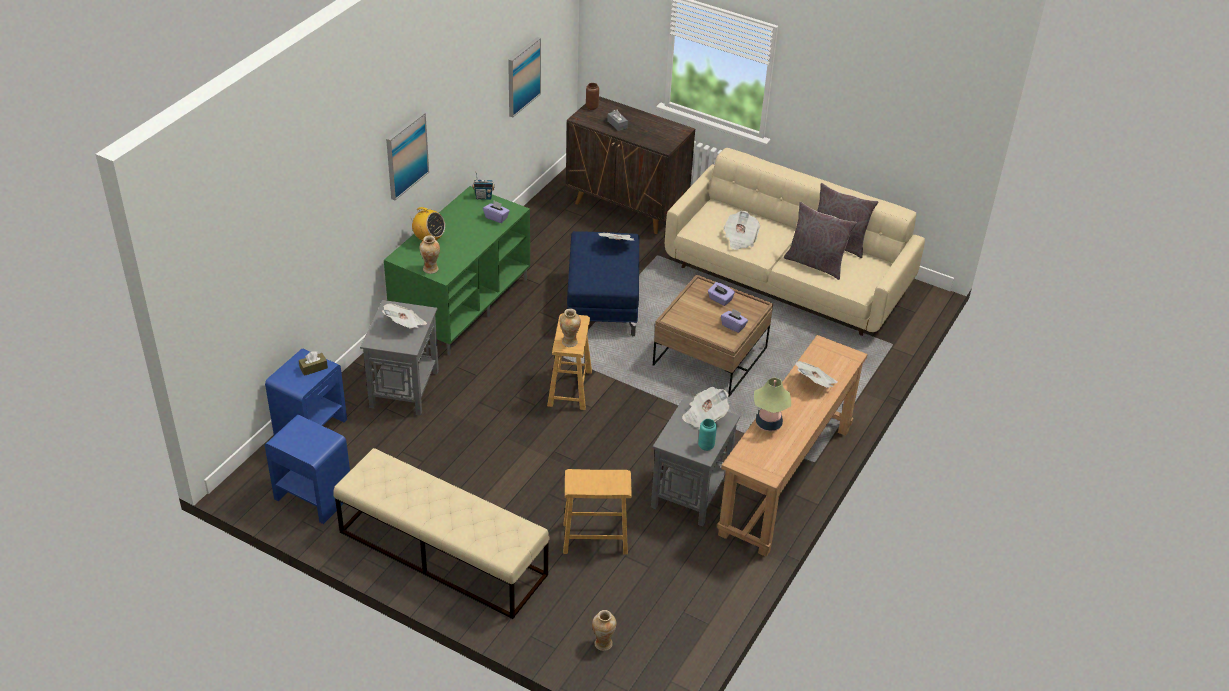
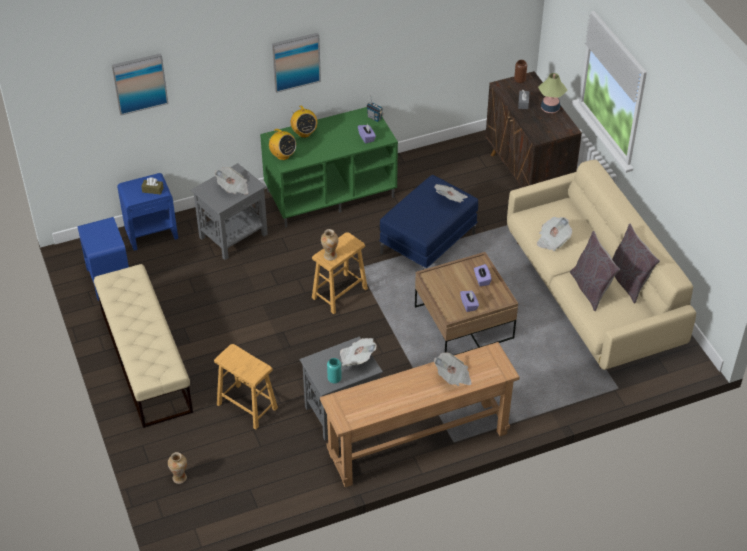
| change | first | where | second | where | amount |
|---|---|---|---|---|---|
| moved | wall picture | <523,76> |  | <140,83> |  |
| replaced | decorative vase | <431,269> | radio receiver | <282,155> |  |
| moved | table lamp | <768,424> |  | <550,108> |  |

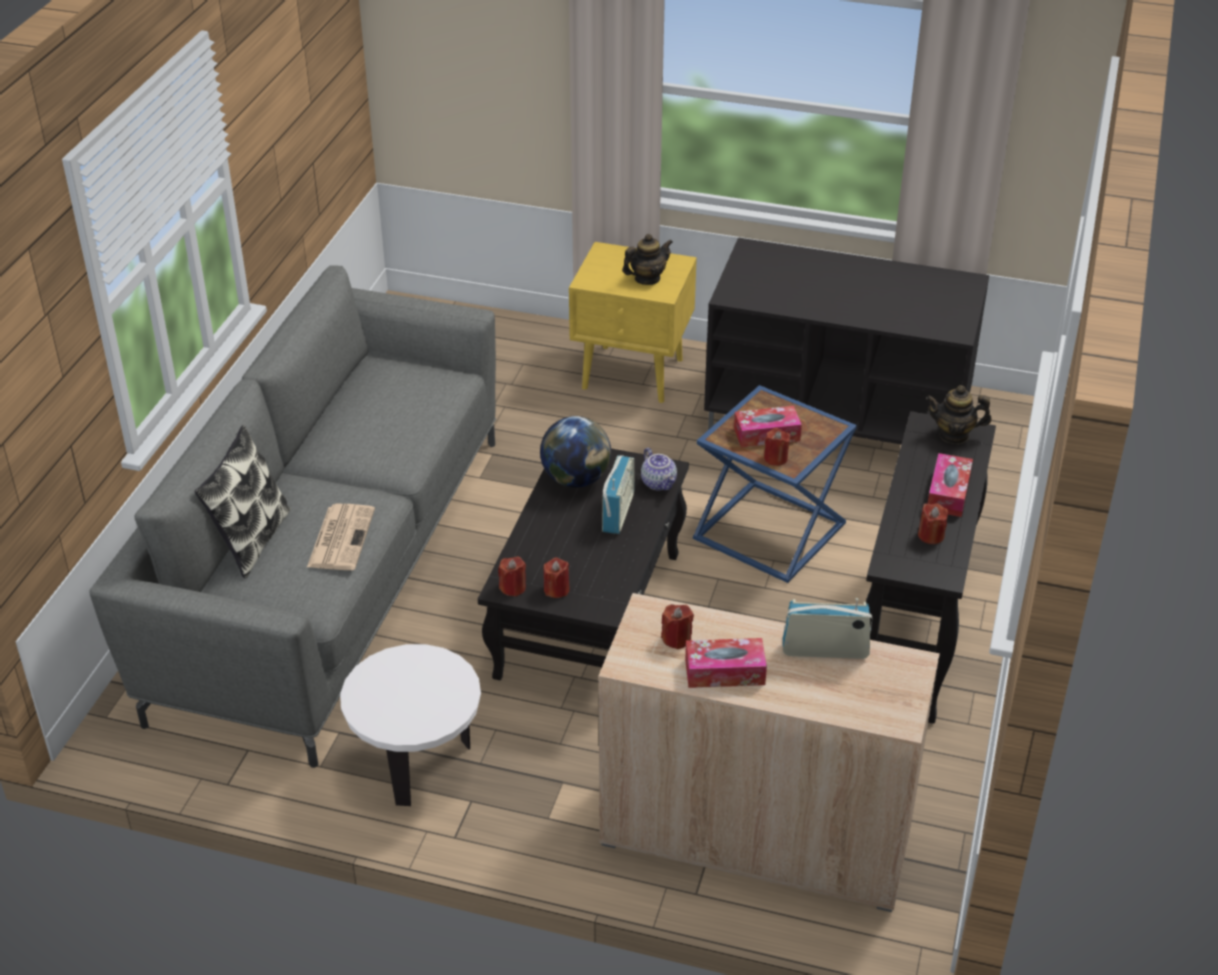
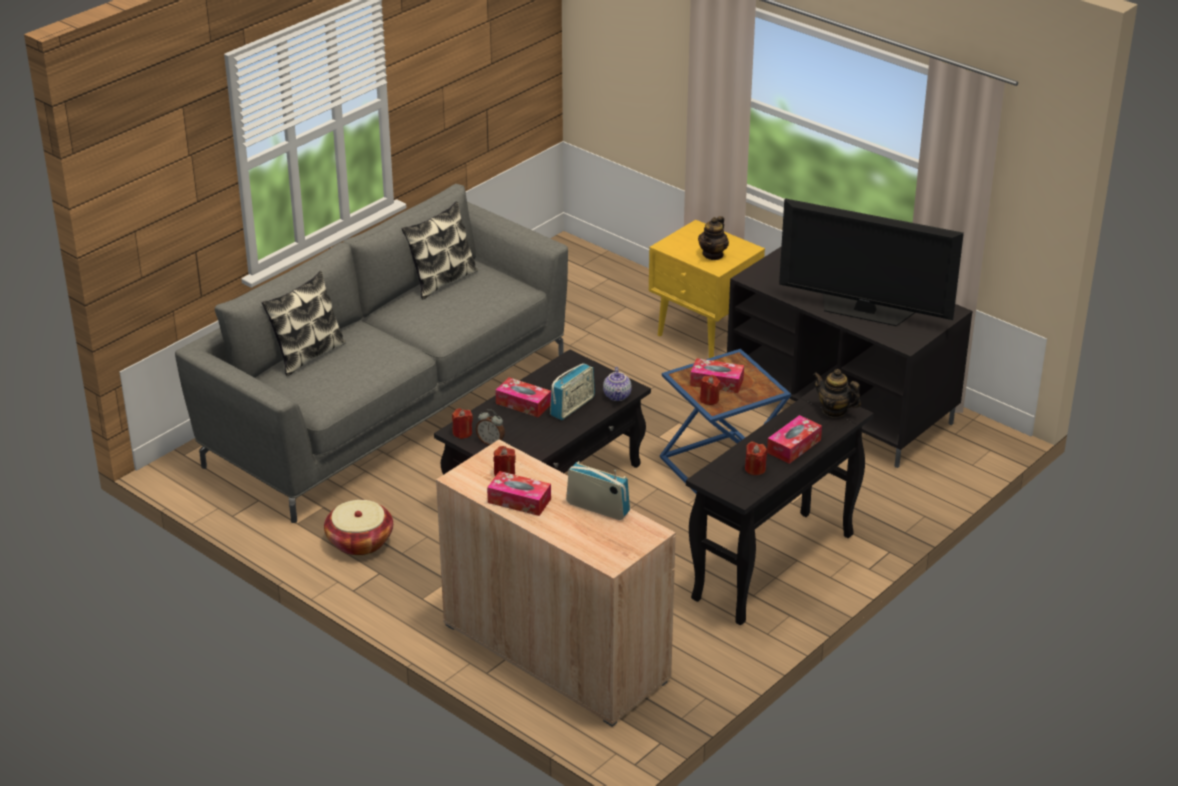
| change | first | where | second | where | amount |
|---|---|---|---|---|---|
| replaced | white accent table | <417,765> | household basket | <360,542> |  |
| added |  |  | pillow | <441,281> |  |
| replaced | red-coloured wax candle | <556,589> | alarm clock | <491,442> |  |
| added |  |  | tissue box | <523,404> |  |
| turned | teapot | <647,279> |  | <713,254> | 120 degrees clockwise |
| added |  |  | TV set | <864,311> |  |
| removed | newspaper | <341,537> |  |  |  |
| removed | desk globe | <576,479> |  |  |  |

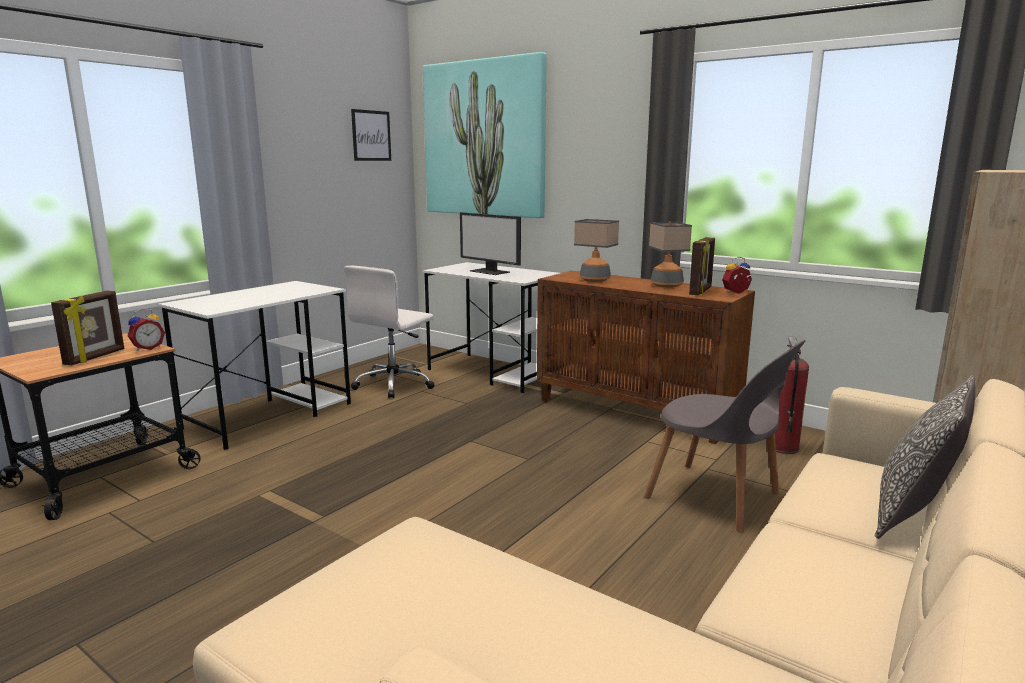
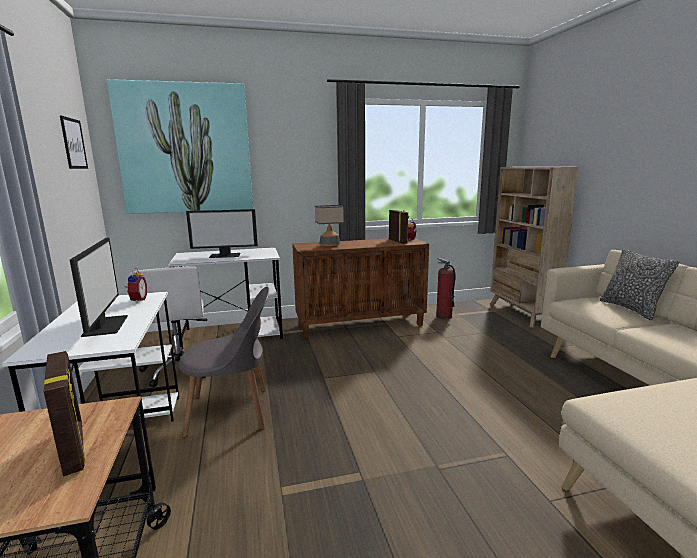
| change | first | where | second | where | amount |
|---|---|---|---|---|---|
| added |  |  | monitor | <104,325> |  |
| moved | alarm clock | <147,348> |  | <137,300> |  |
| moved | grey plain chair | <718,498> |  | <232,411> |  |
| removed | table lamp | <666,285> |  |  |  |

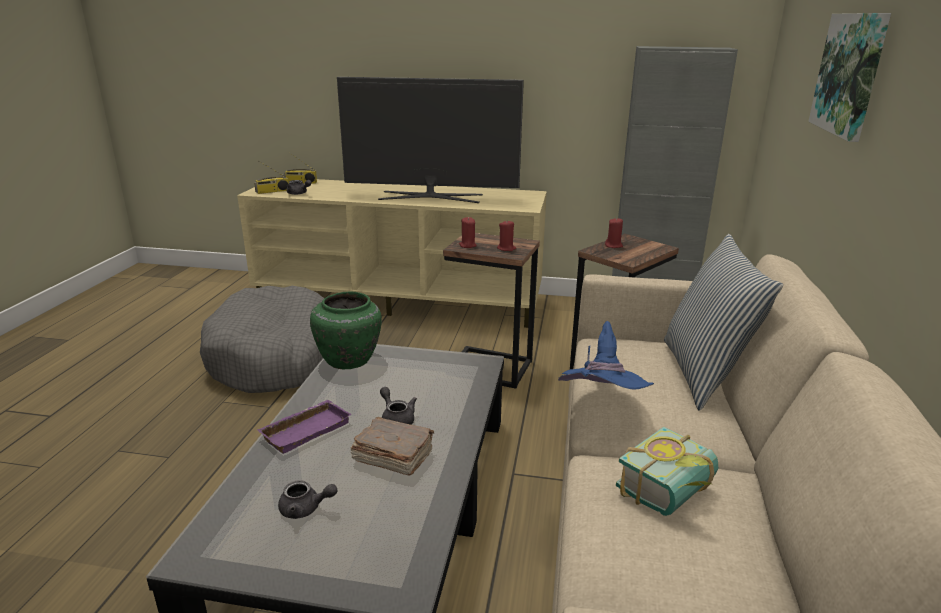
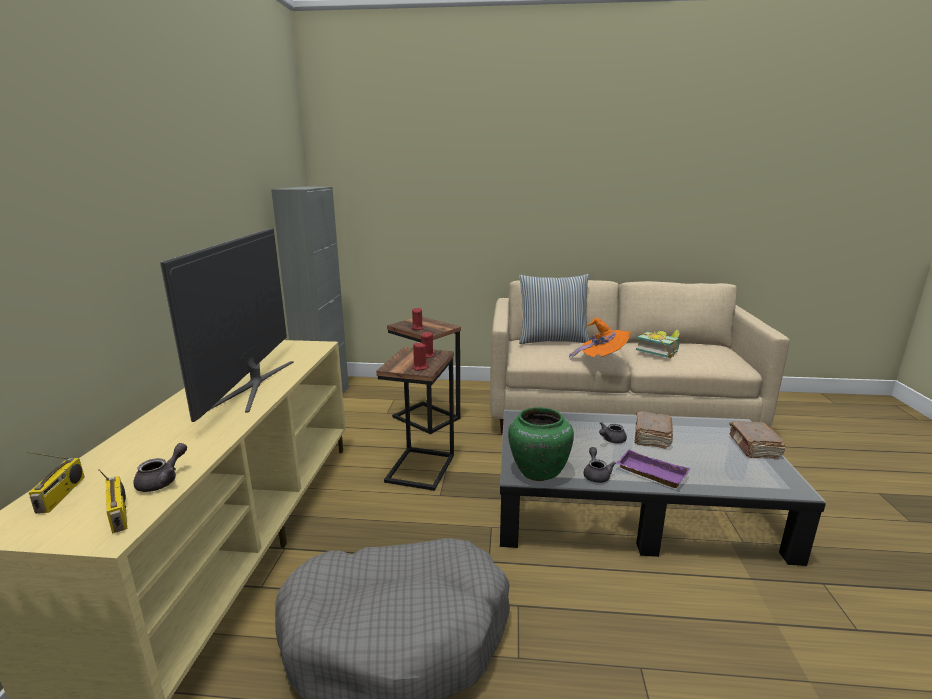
| change | first | where | second | where | amount |
|---|---|---|---|---|---|
| recoloured | blue-coloured wearable hat | <600,406> | orange-coloured wearable hat | <602,359> |  |
| moved | grey teapot | <305,509> |  | <596,474> |  |
| added |  |  | brown volume | <754,447> |  |
| removed | wall picture | <850,74> |  |  |  |

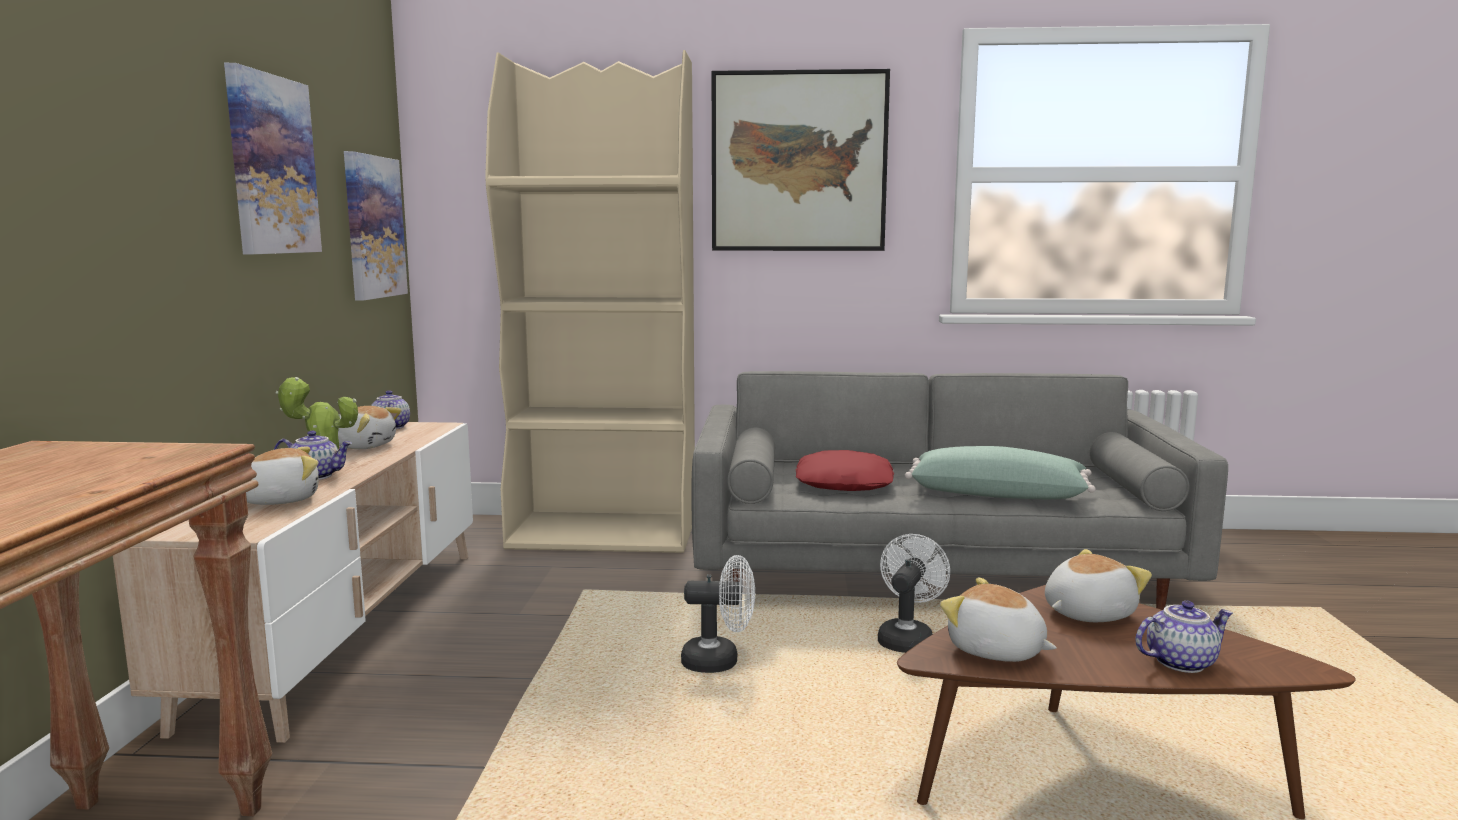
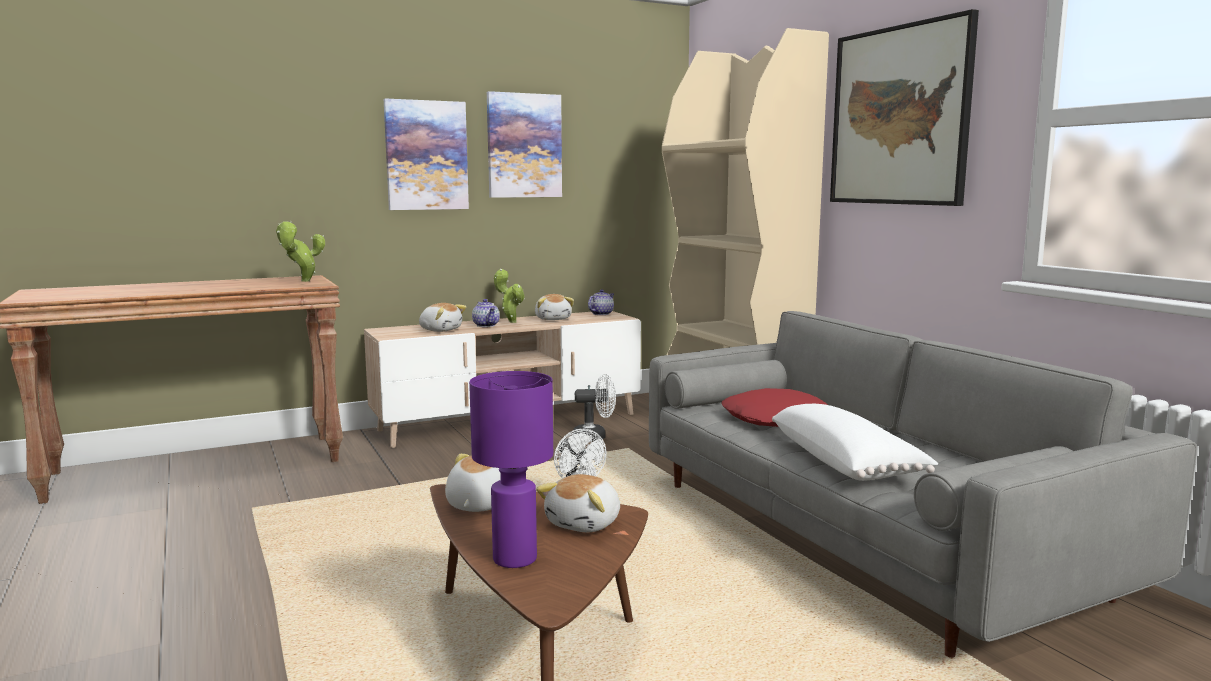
| change | first | where | second | where | amount |
|---|---|---|---|---|---|
| added |  |  | houseplant | <303,281> |  |
| moved | wall picture | <373,227> |  | <426,155> |  |
| replaced | teapot | <1180,662> | purple table lamp | <515,558> |  |
| turned | plush toy | <1086,613> |  | <585,523> | 90 degrees clockwise |
| moved | white fan | <907,639> |  | <595,437> |  |
| recoloured | green-coloured pillow | <997,494> | white pillow | <846,463> |  |

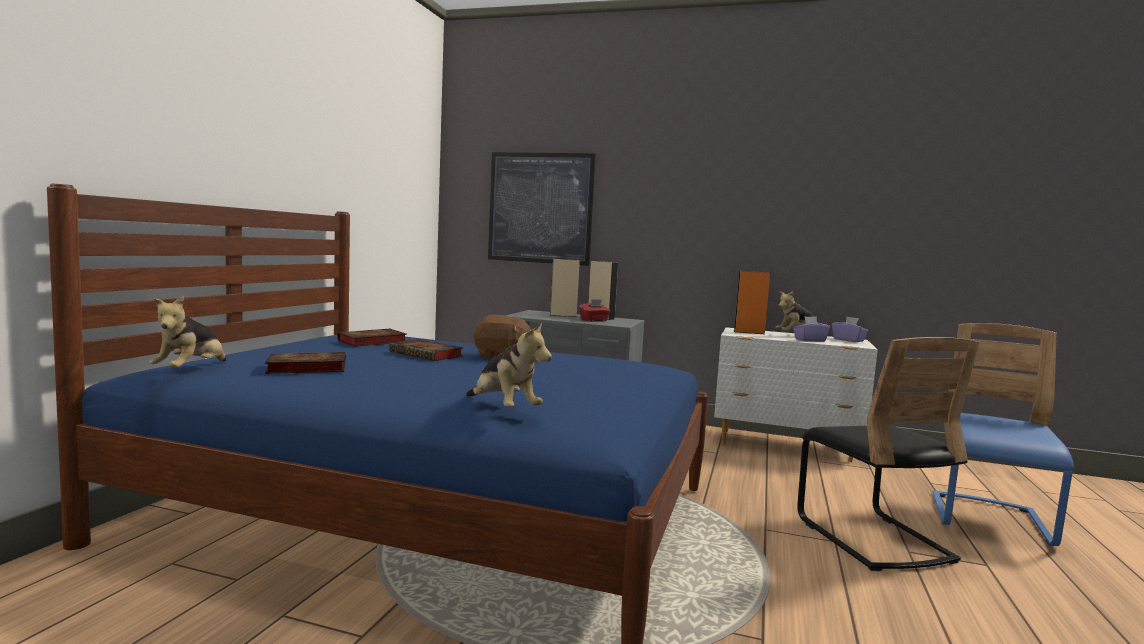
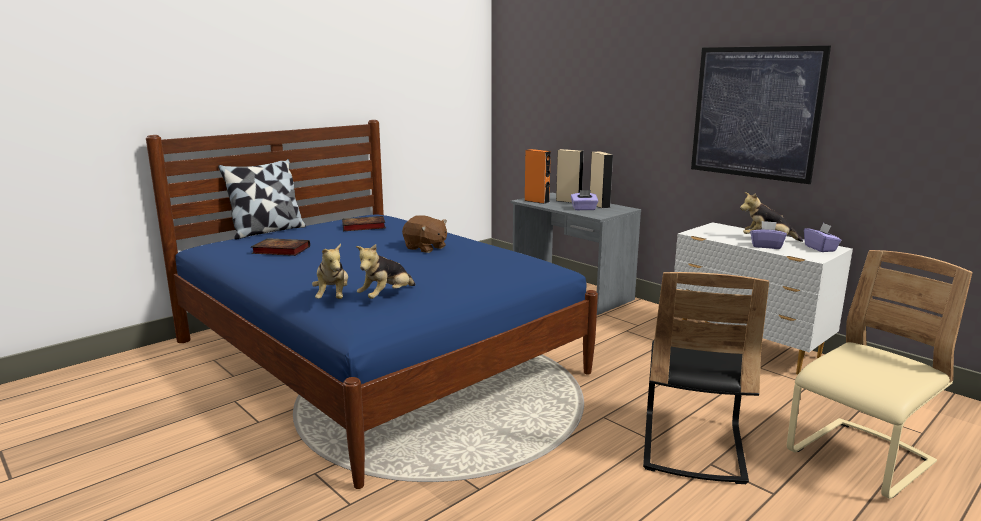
| change | first | where | second | where | amount |
|---|---|---|---|---|---|
| added |  |  | pillow | <267,231> |  |
| moved | plush toy | <191,370> |  | <386,296> |  |
| moved | orange-coloured loudspeaker | <749,332> |  | <536,201> |  |
| recoloured | red-coloured tissue box | <594,320> | purple tissue box | <584,209> |  |
| moved | wall picture | <540,208> |  | <755,113> |  |
| recoloured | blue-coloured plain chair | <989,520> | beige plain chair | <859,459> |  |
| removed | volume | <428,355> |  |  |  |

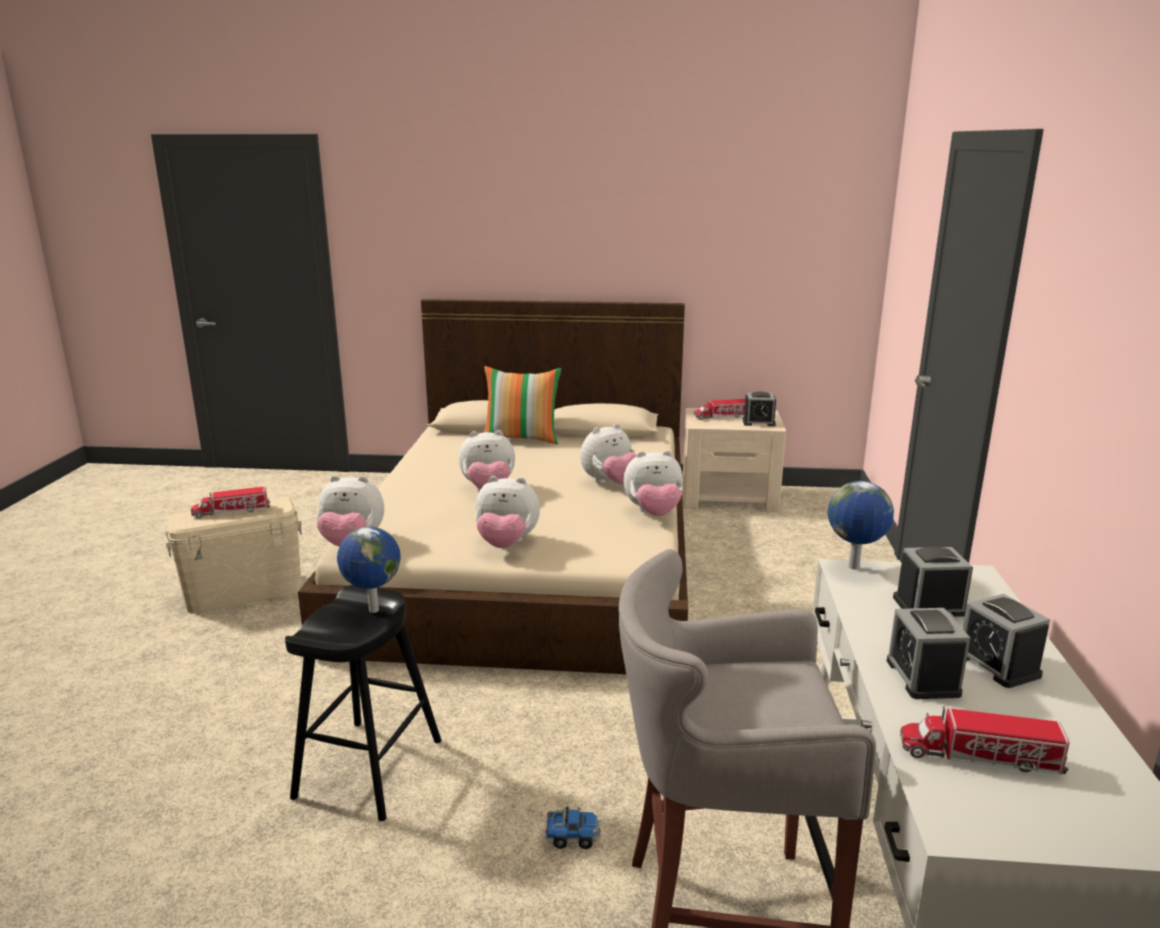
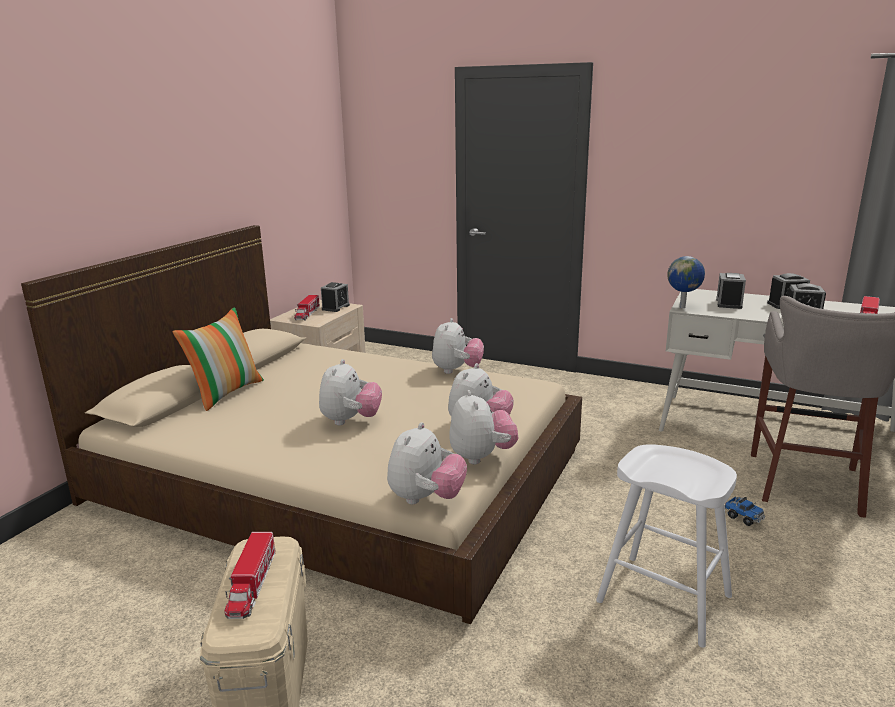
| change | first | where | second | where | amount |
|---|---|---|---|---|---|
| moved | plush toy | <610,483> |  | <481,457> |  |
| recoloured | blackish stool | <369,768> | white stool | <663,599> |  |
| turned | toy truck | <572,837> |  | <743,517> | 120 degrees clockwise |
| removed | desk globe | <372,610> |  |  |  |

